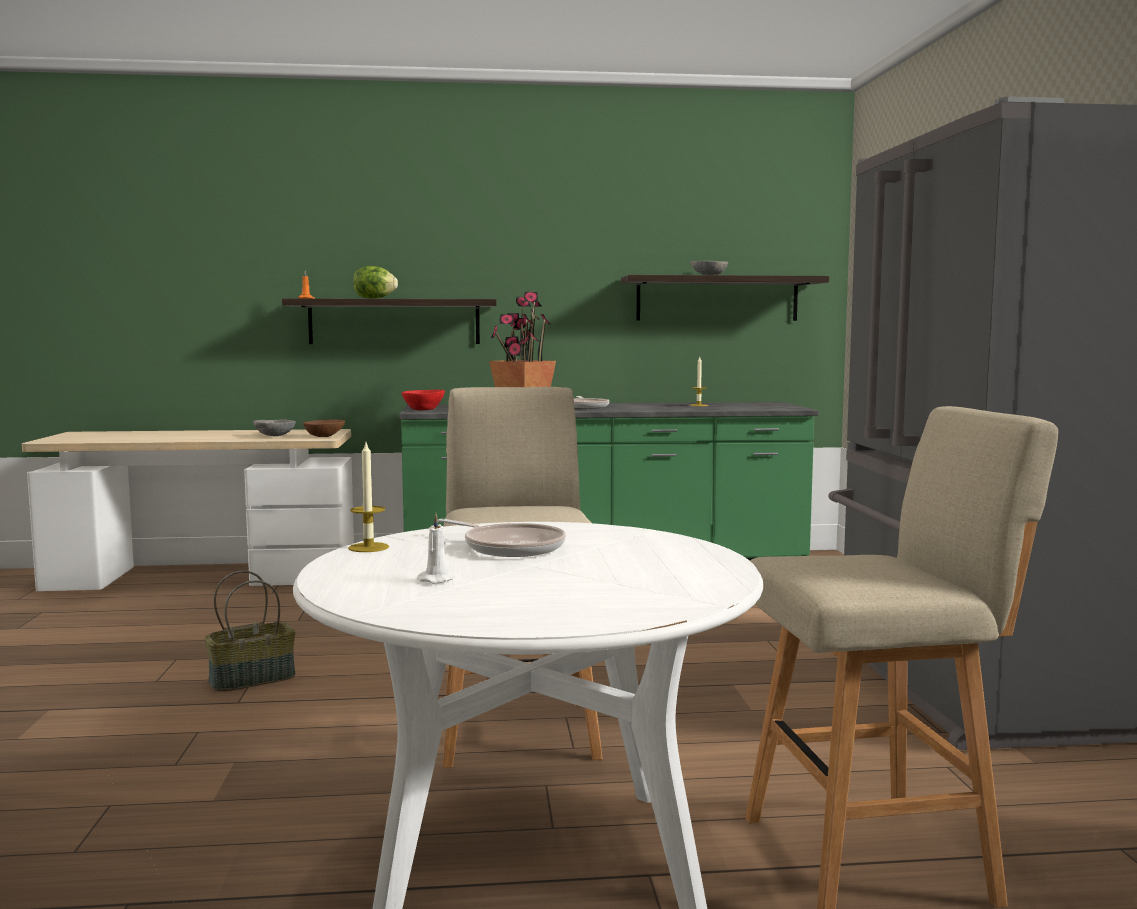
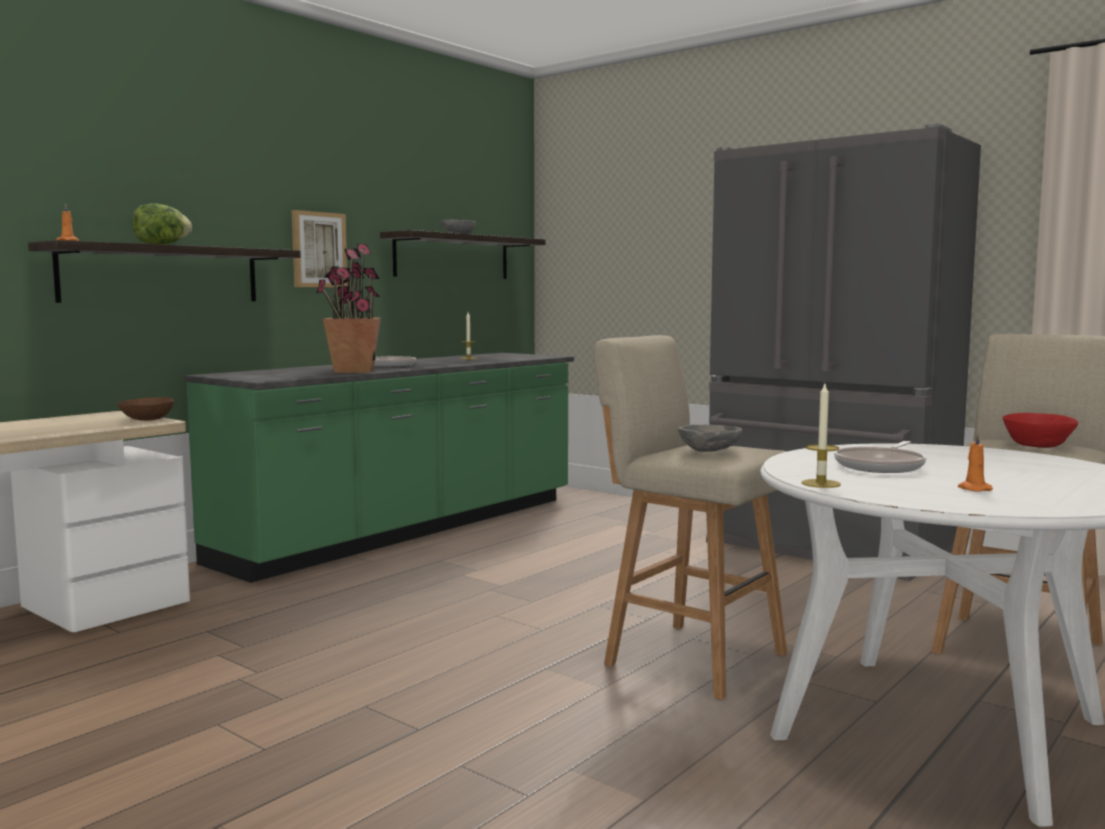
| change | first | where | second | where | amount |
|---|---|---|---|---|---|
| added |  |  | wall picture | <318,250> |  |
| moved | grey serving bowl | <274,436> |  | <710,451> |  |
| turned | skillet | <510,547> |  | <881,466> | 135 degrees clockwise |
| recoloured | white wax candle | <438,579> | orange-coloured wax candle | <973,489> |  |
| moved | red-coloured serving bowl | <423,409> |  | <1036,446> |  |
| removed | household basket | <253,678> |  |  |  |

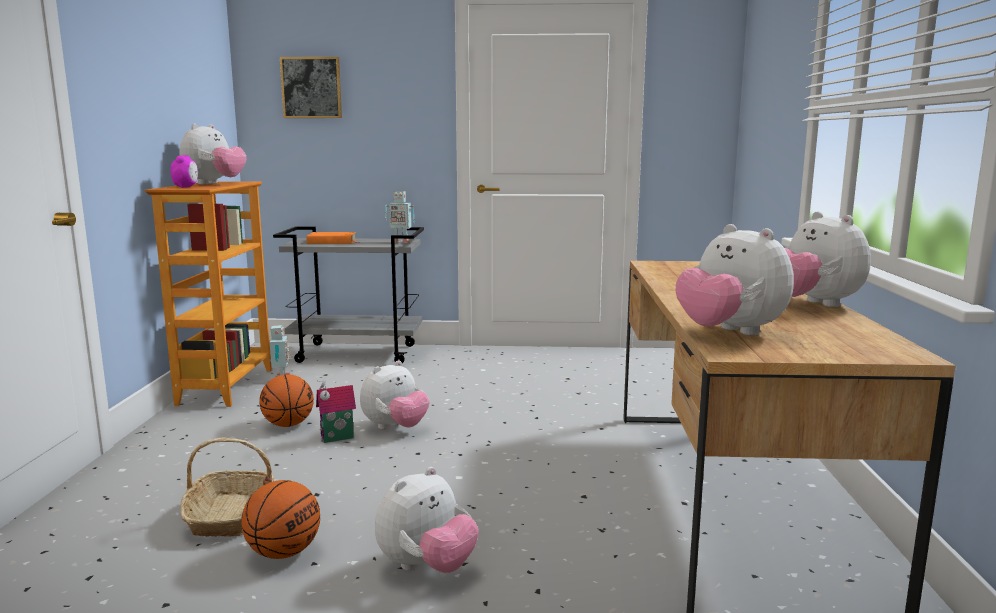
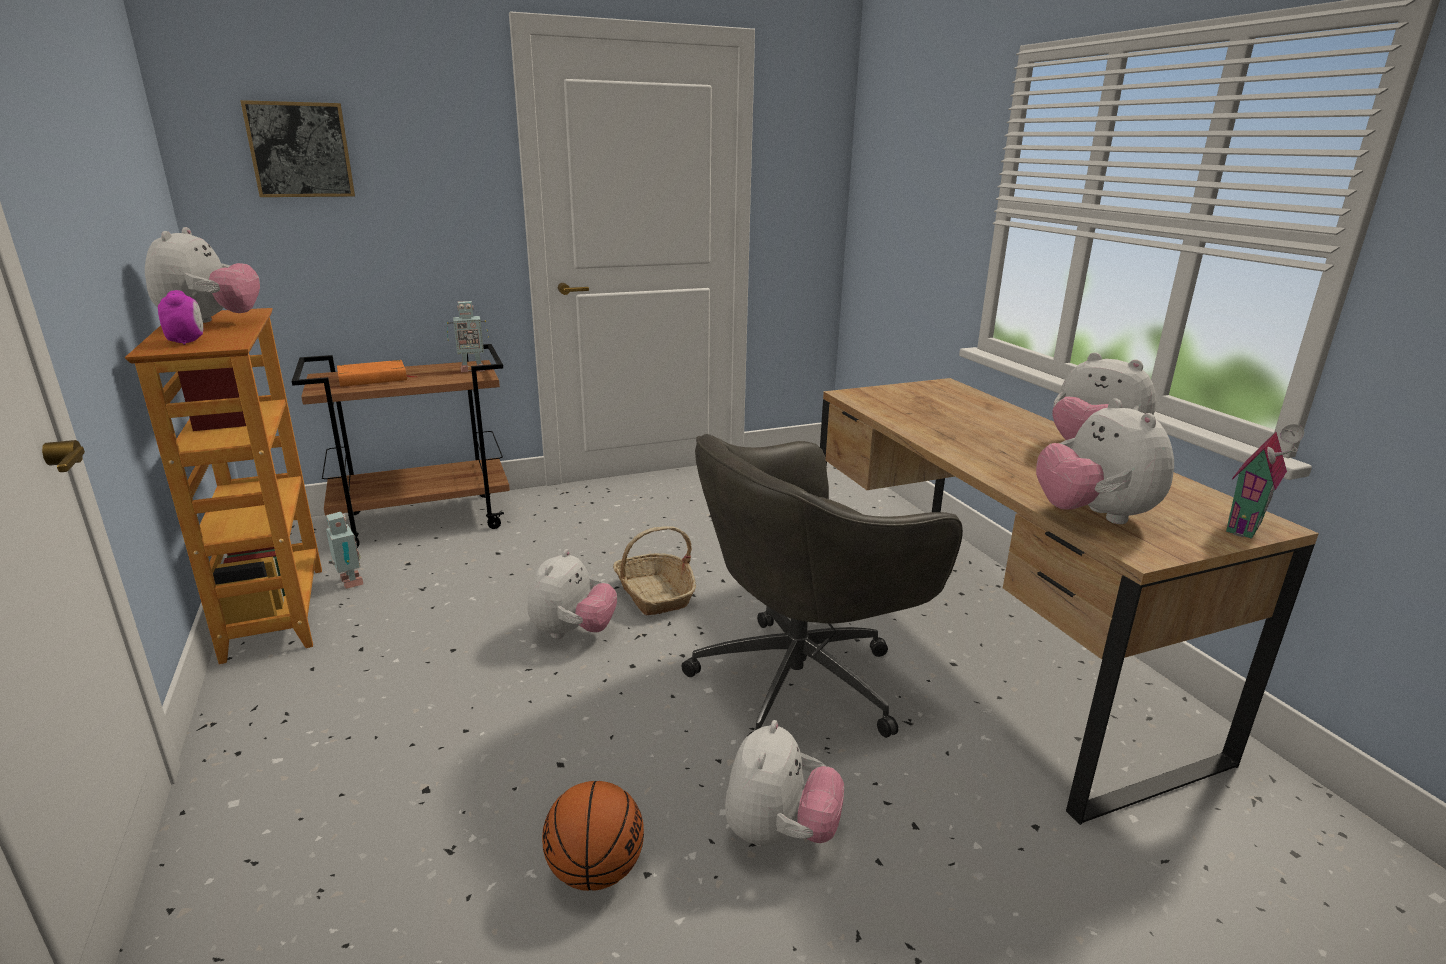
| change | first | where | second | where | amount |
|---|---|---|---|---|---|
| recoloured | grey cart | <358,353> | brown cart | <425,520> |  |
| moved | household basket | <231,515> |  | <655,594> |  |
| added |  |  | grey computer chair | <802,681> |  |
| turned | plush toy | <729,333> |  | <1093,516> | 45 degrees clockwise |
| moved | toy house | <337,439> |  | <1248,528> |  |
| removed | ball for basketball | <288,424> |  |  |  |

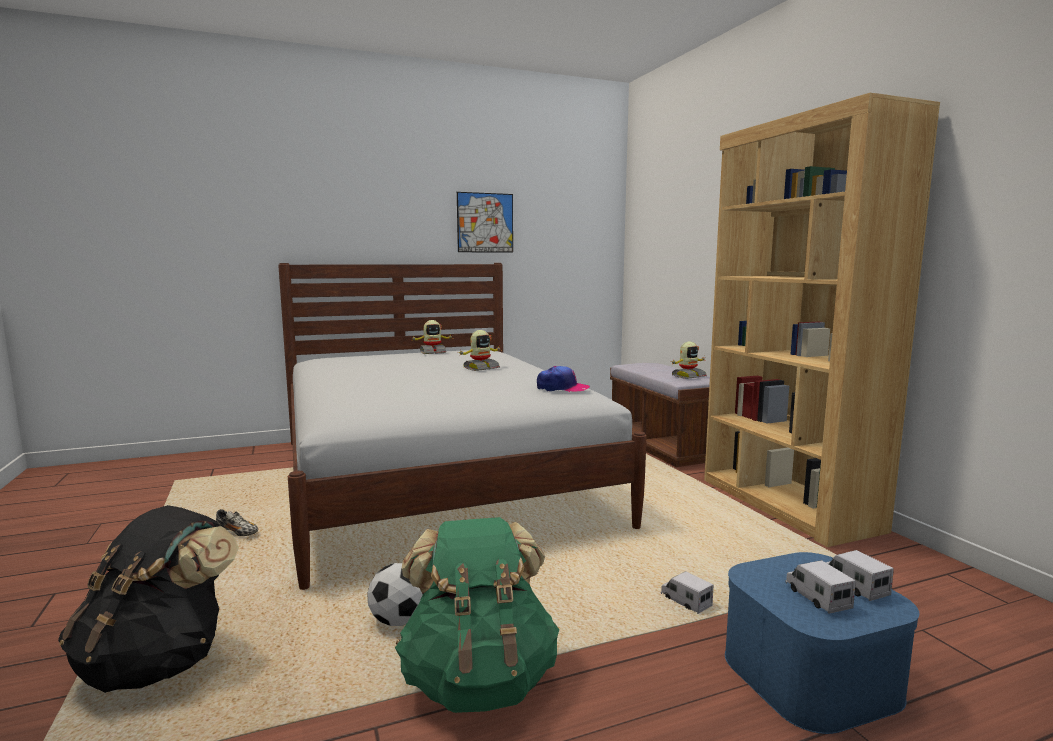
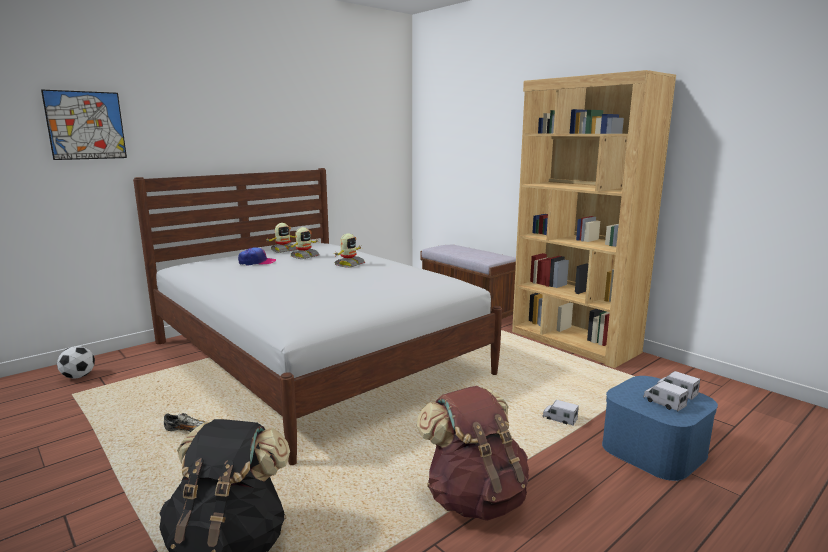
| change | first | where | second | where | amount |
|---|---|---|---|---|---|
| moved | wall picture | <485,223> |  | <86,125> |  |
| moved | football | <399,620> |  | <78,376> |  |
| moved | baseball cap | <562,388> |  | <257,262> |  |
| moved | model robot | <688,376> |  | <304,256> |  |
| recoloured | green-coloured rucksack | <479,680> | brown rucksack | <475,498> |  |

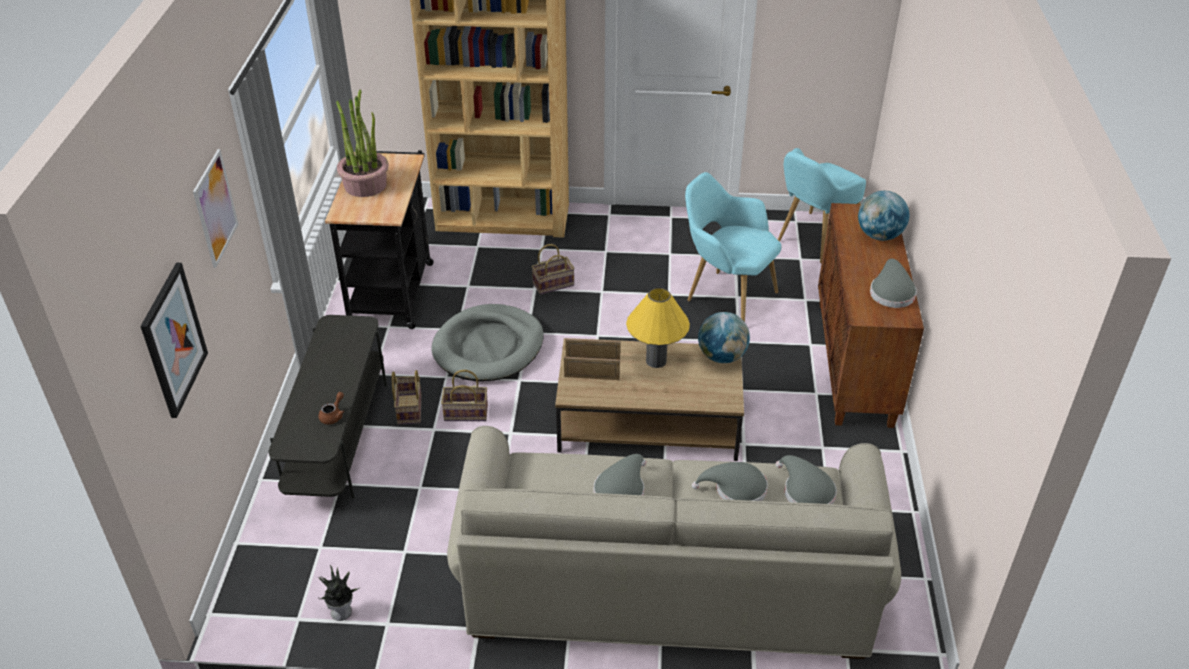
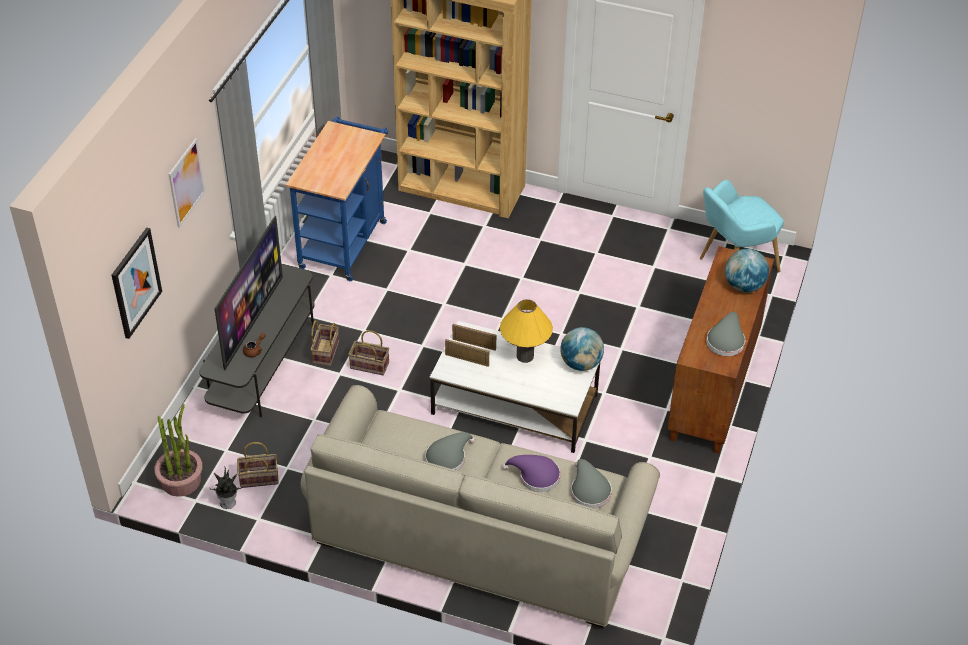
| change | first | where | second | where | amount |
|---|---|---|---|---|---|
| moved | houseplant | <365,185> |  | <181,480> |  |
| added |  |  | TV set | <252,321> |  |
| moved | household basket | <554,284> |  | <260,477> |  |
| recoloured | blackish cart | <392,289> | blue-coloured cart | <345,240> |  |
| recoloured | brown low table | <647,422> | white low table | <513,404> |  |
| recoloured | grey wearable hat | <736,489> | purple wearable hat | <535,476> |  |
| removed | grey pet bed | <489,347> |  |  |  |
| removed | turquoise lounge chair | <726,295> |  |  |  |

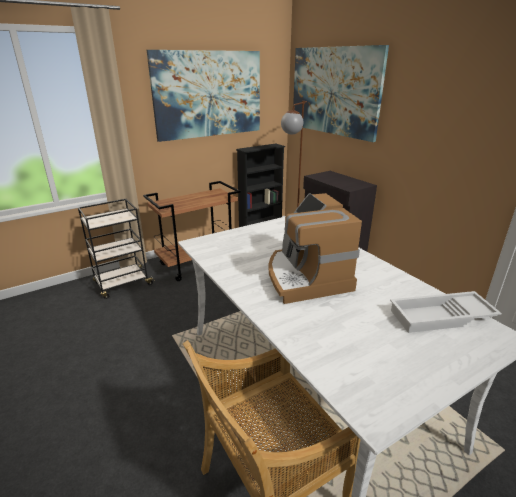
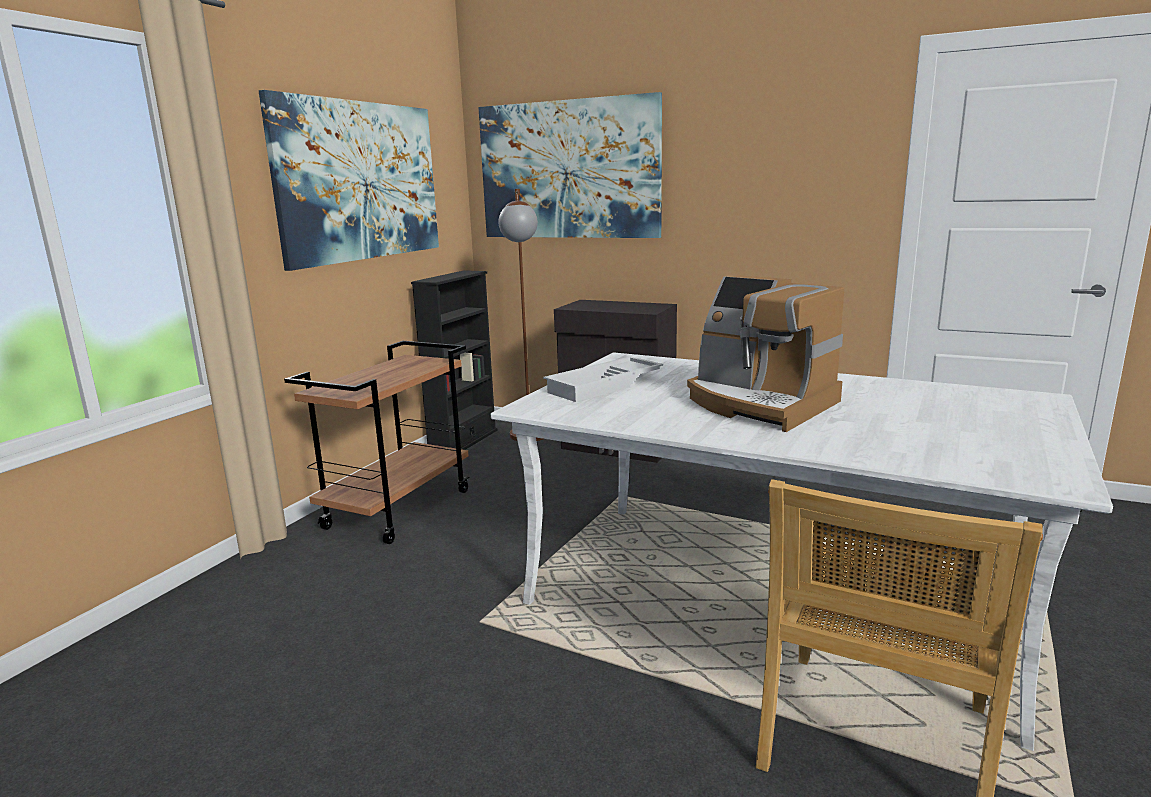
| change | first | where | second | where | amount |
|---|---|---|---|---|---|
| moved | white carrying tray | <441,317> |  | <605,386> |  |
| removed | blackish cart | <122,284> |  |  |  |

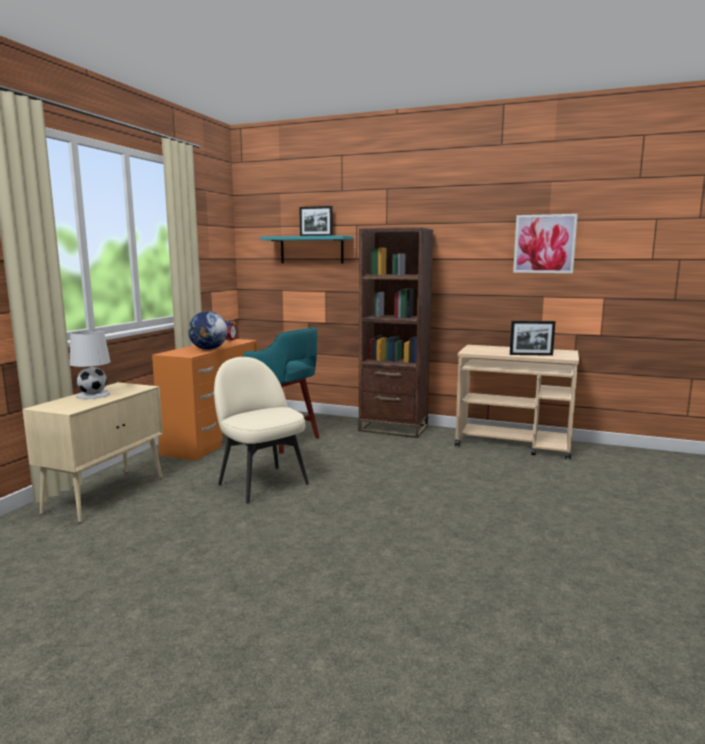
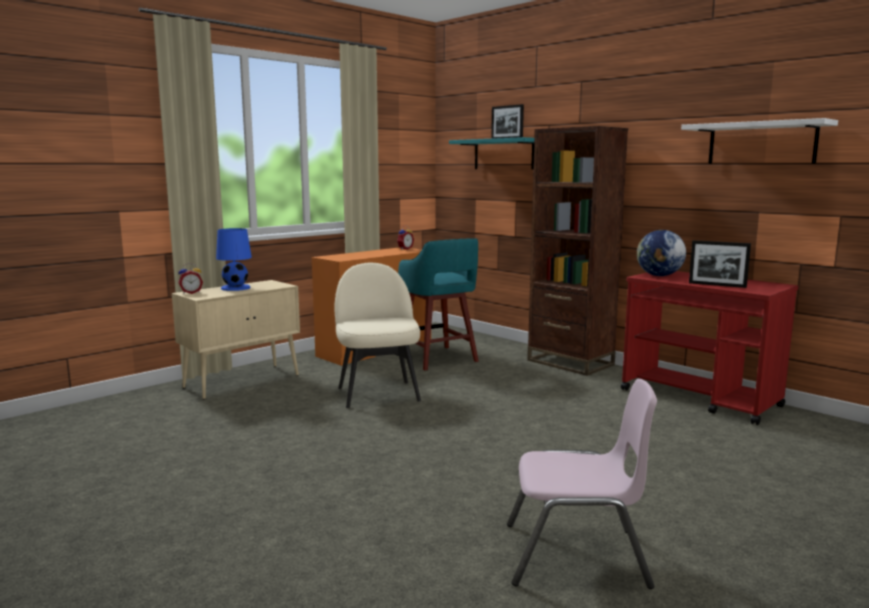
| change | first | where | second | where | amount |
|---|---|---|---|---|---|
| added |  |  | alarm clock | <191,293> |  |
| recoloured | white table lamp | <93,395> | blue-coloured table lamp | <235,288> |  |
| added |  |  | pinkish plain chair | <576,556> |  |
| recoloured | beige cart | <514,444> | red-coloured cart | <700,398> |  |
| moved | desk globe | <208,349> |  | <659,276> |  |
| replaced | wall picture | <544,244> | white shelf | <761,143> |  |

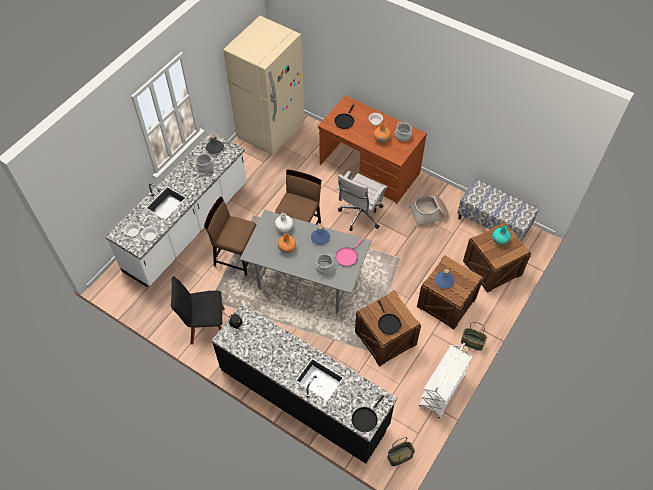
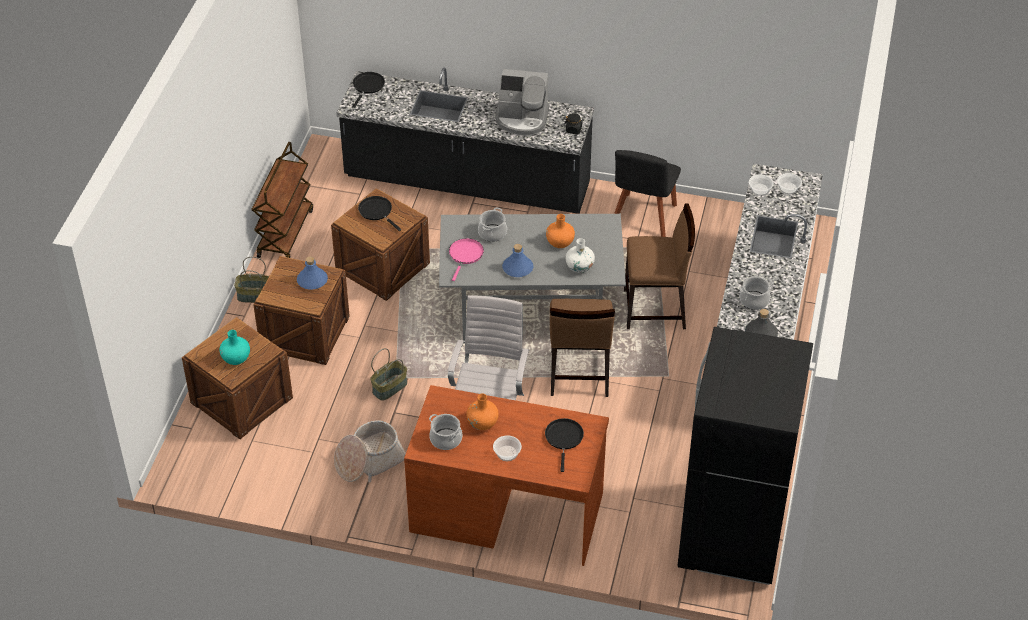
| change | first | where | second | where | amount |
|---|---|---|---|---|---|
| recoloured | white cart | <442,391> | brown cart | <285,233> |  |
| moved | household basket | <400,456> |  | <389,387> |  |
| added |  |  | coffee machine | <522,119> |  |
| turned | blackish plain chair | <205,326> |  | <643,218> | 135 degrees clockwise |
| recoloured | beige refrigerator | <271,130> | blackish refrigerator | <732,535> |  |
| removed | indoor bench | <493,223> |  |  |  |

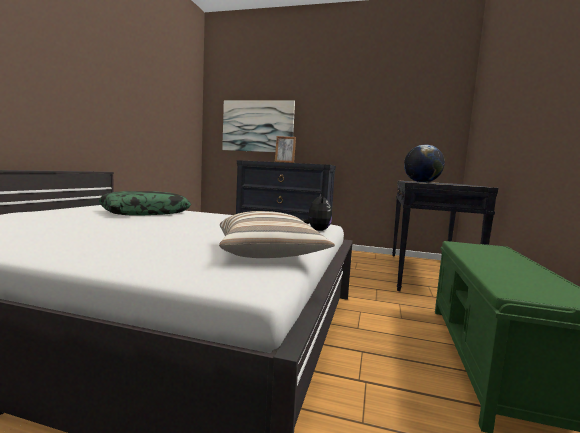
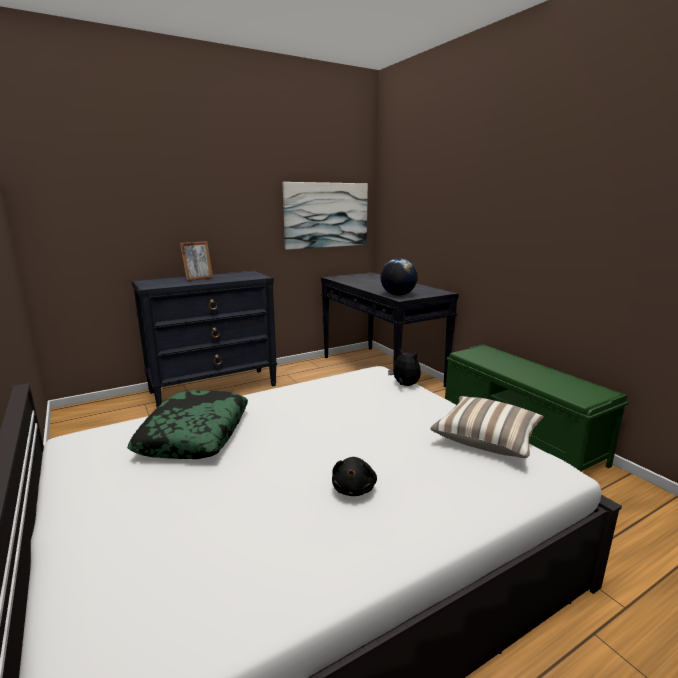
| change | first | where | second | where | amount |
|---|---|---|---|---|---|
| moved | wall picture | <258,126> |  | <326,215> |  |
| added |  |  | blackish plush toy | <354,489> |  |

